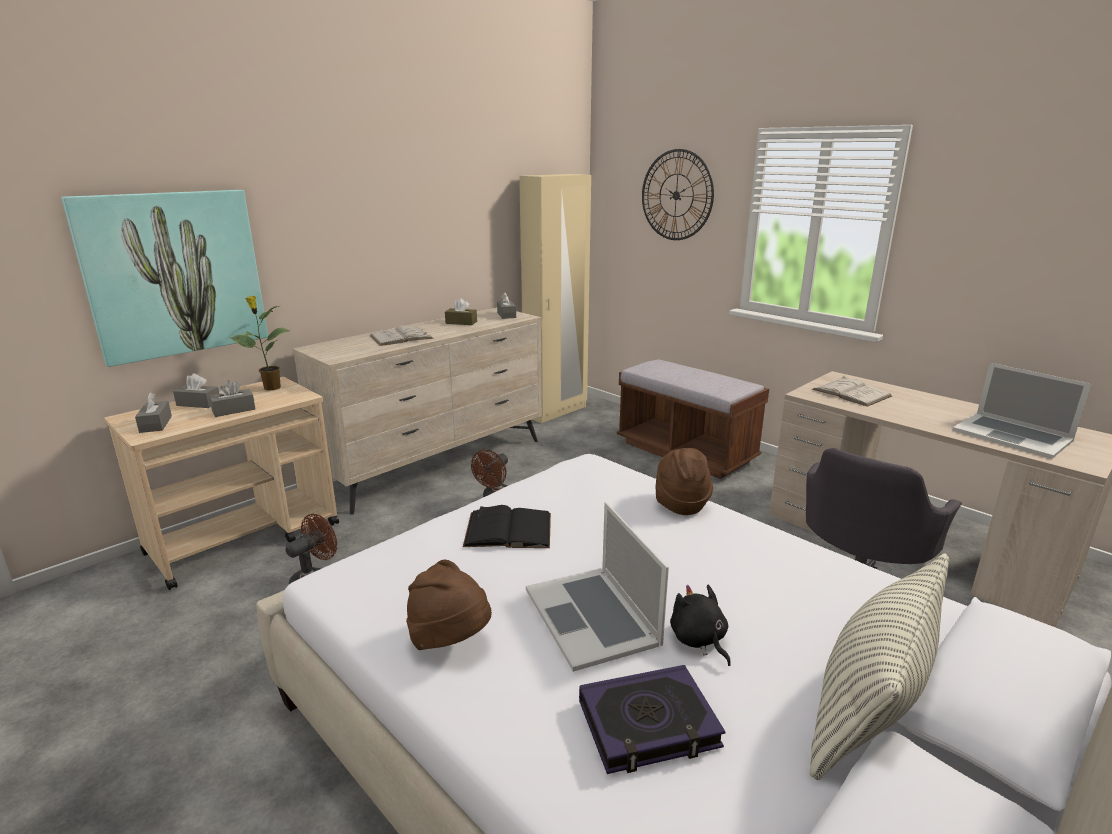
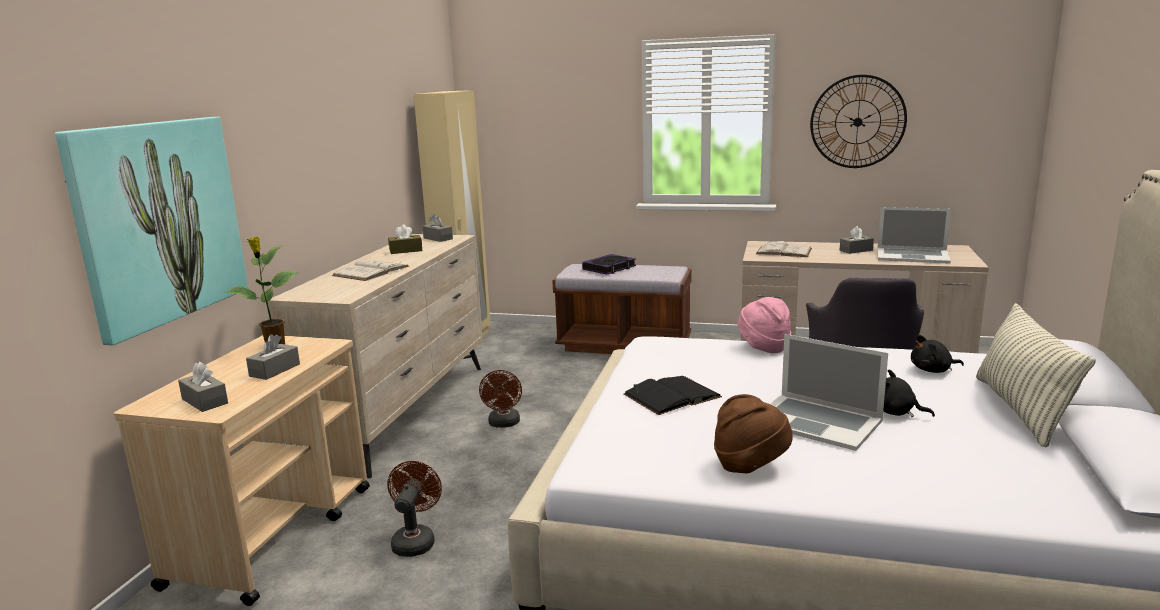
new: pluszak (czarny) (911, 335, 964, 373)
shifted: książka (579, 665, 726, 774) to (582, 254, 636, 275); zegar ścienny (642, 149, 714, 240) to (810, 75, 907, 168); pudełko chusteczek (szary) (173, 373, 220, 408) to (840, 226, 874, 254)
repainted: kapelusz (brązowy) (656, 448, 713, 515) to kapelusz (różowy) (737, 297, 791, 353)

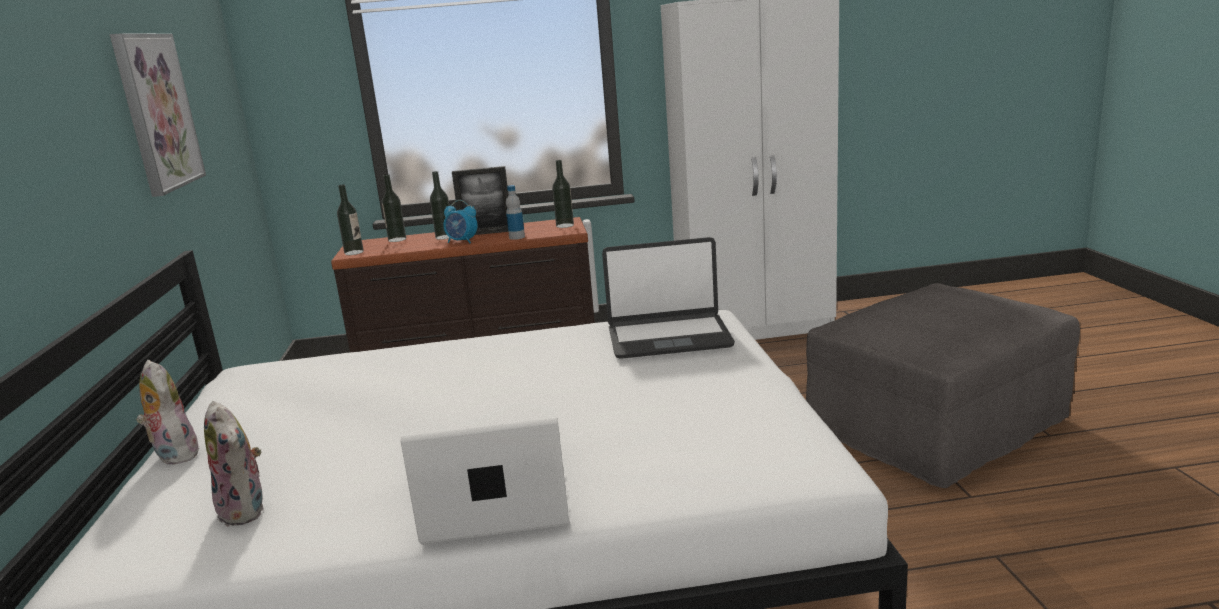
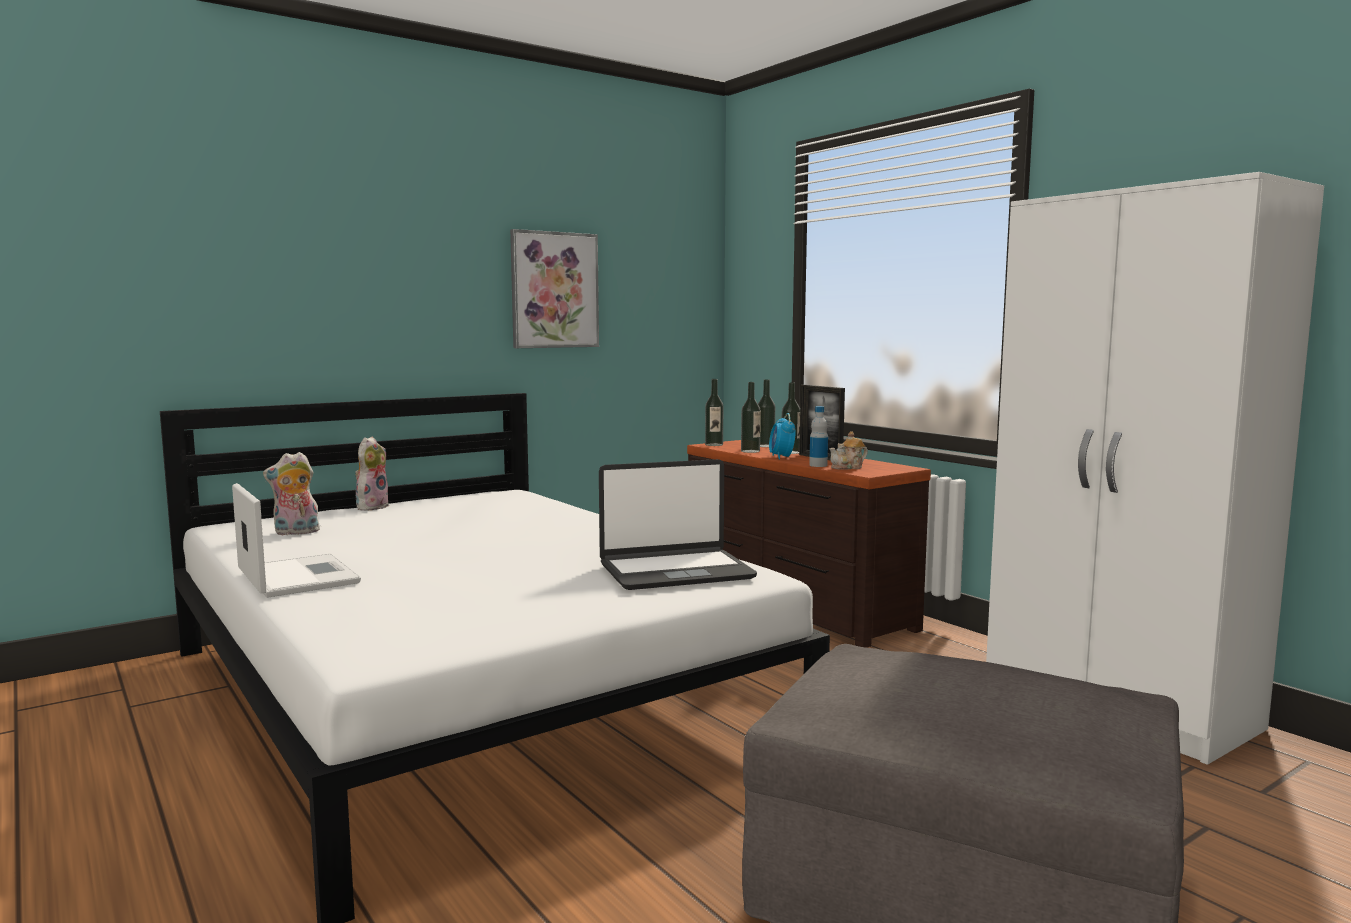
new: imbryk (829, 431, 868, 470)
shifted: butelka (552, 160, 574, 228) to (741, 382, 761, 453)
rotated: pluszak (204, 401, 264, 527) = (263, 452, 320, 535) 45 degrees clockwise; laptop (602, 237, 735, 359) = (599, 459, 757, 590) 75 degrees counterclockwise

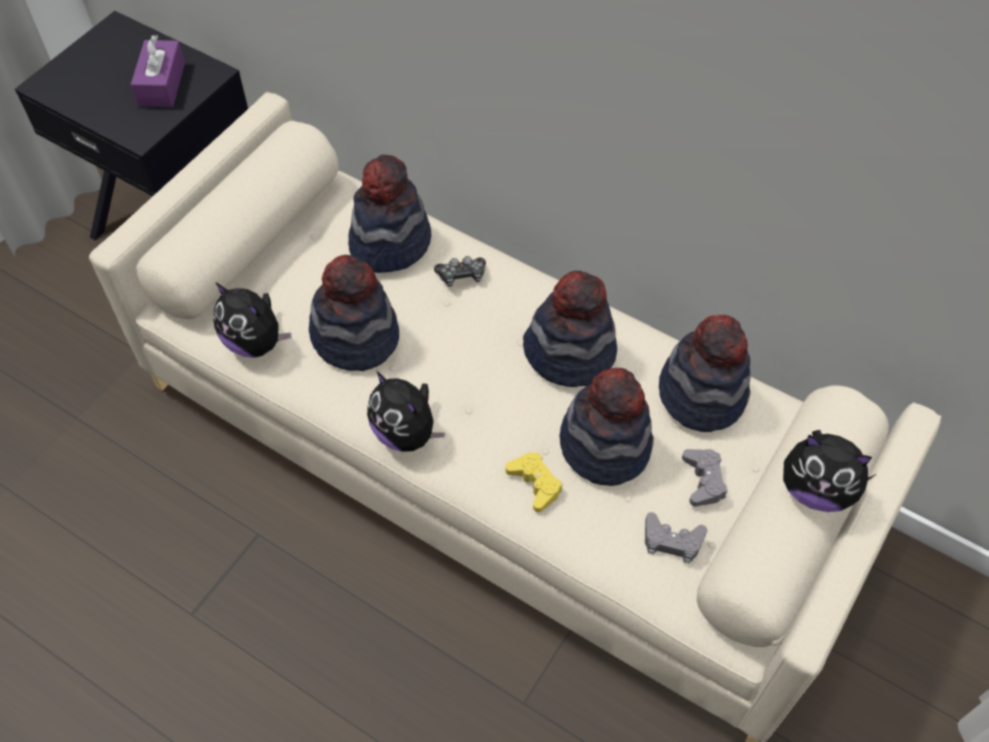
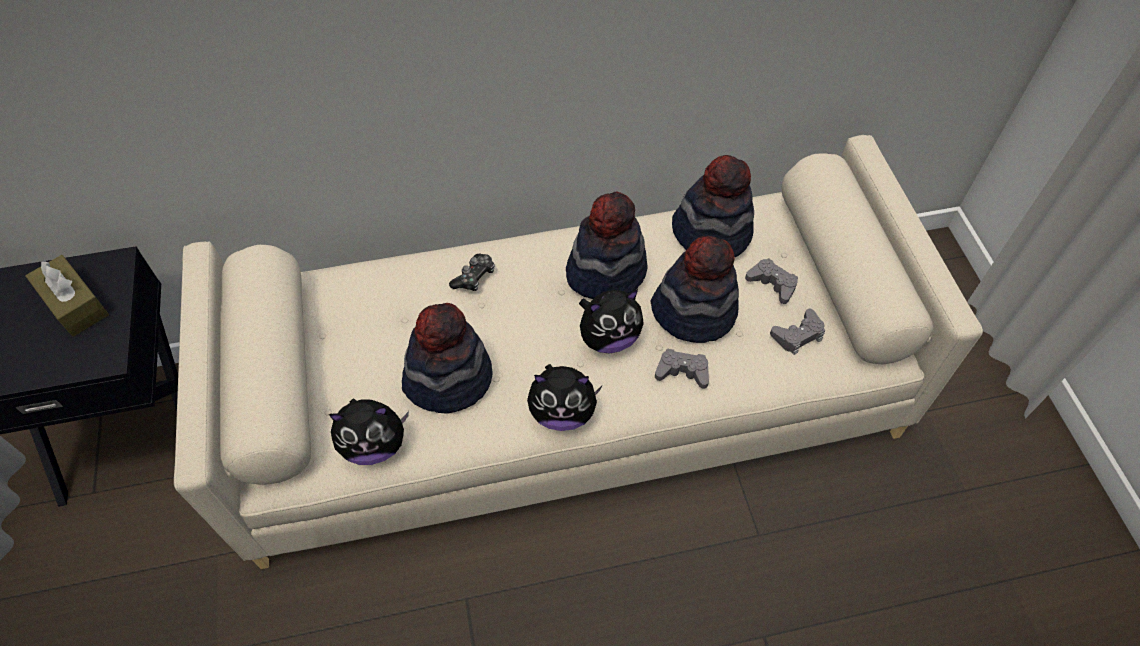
gone: kapelusz (348, 155, 431, 273)
shifted: pluszak (783, 430, 876, 512) to (579, 289, 644, 353)
repainted: pudełko chusteczek (fioletowy) (131, 35, 185, 107) to pudełko chusteczek (brązowy) (26, 255, 109, 337); pad do gier (żółty) (505, 452, 562, 512) to pad do gier (szary) (655, 349, 709, 389)

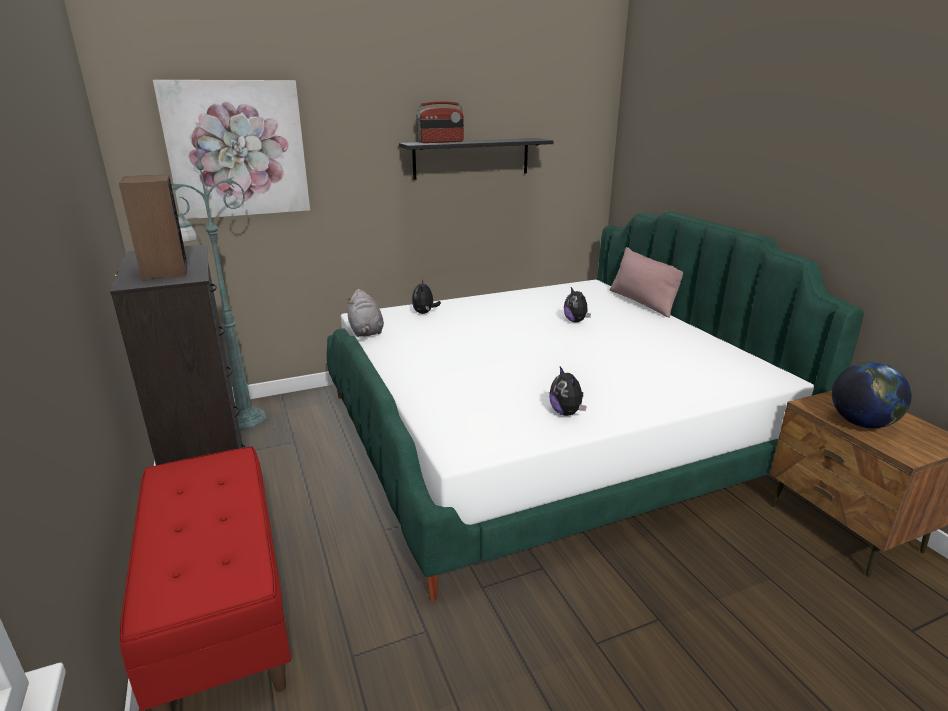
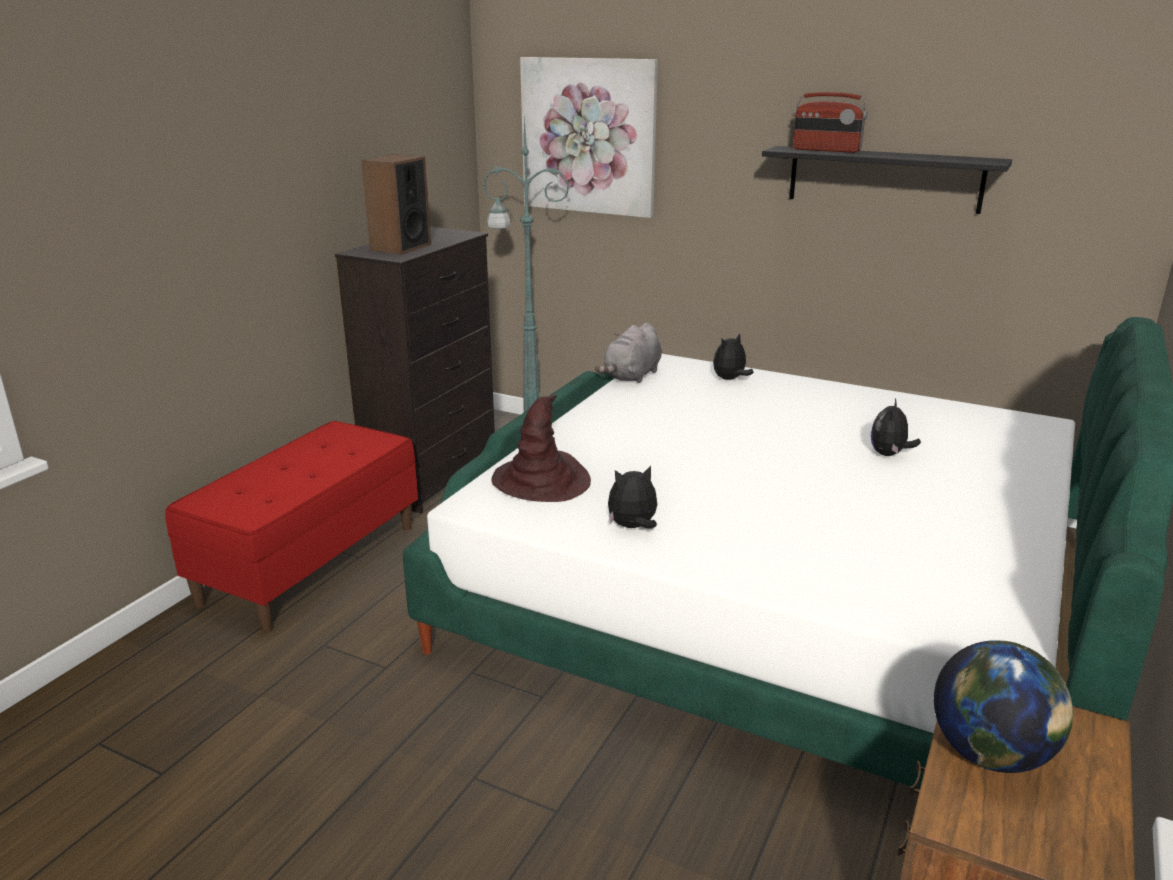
gone: poduszka (różowy) (610, 247, 683, 317)
new: kapelusz (brązowy) (491, 395, 591, 502)
rotated: pluszak (549, 366, 587, 416) = (608, 466, 657, 529) 45 degrees clockwise

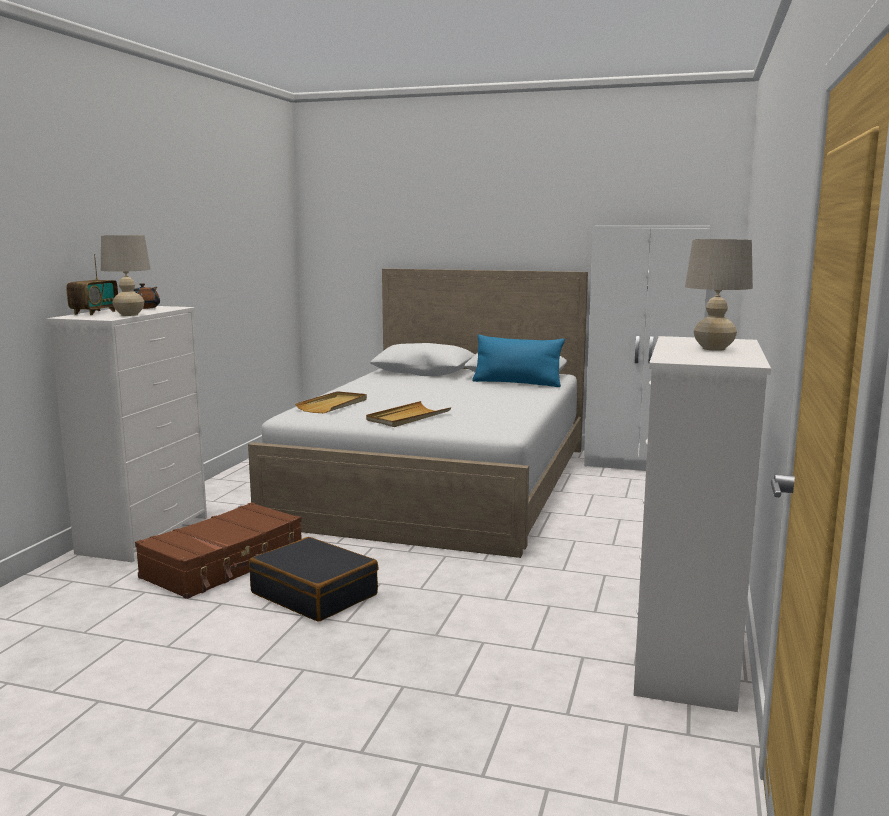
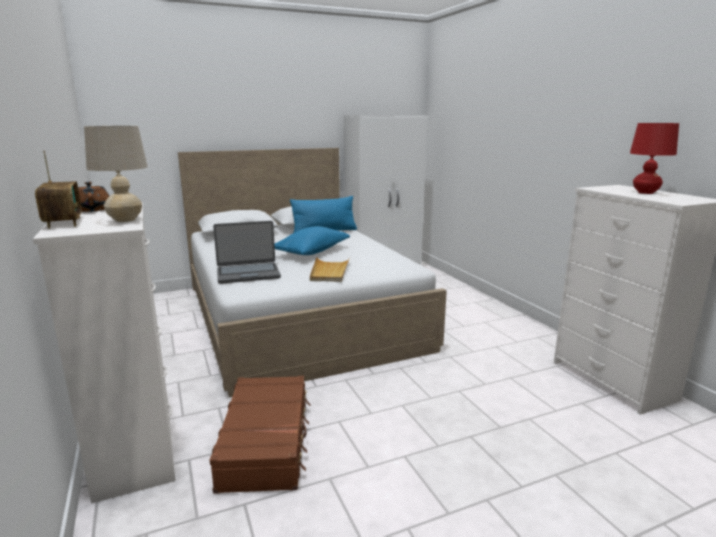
gone: walizka (czarny) (249, 537, 379, 622)
new: poduszka (niebieski) (274, 226, 350, 255)
swapped: taca (beżowy) (295, 391, 367, 413) to laptop (213, 221, 281, 284)
repainted: lampa stołowa (beżowy) (685, 239, 753, 351) to lampa stołowa (czerwony) (630, 123, 679, 194)

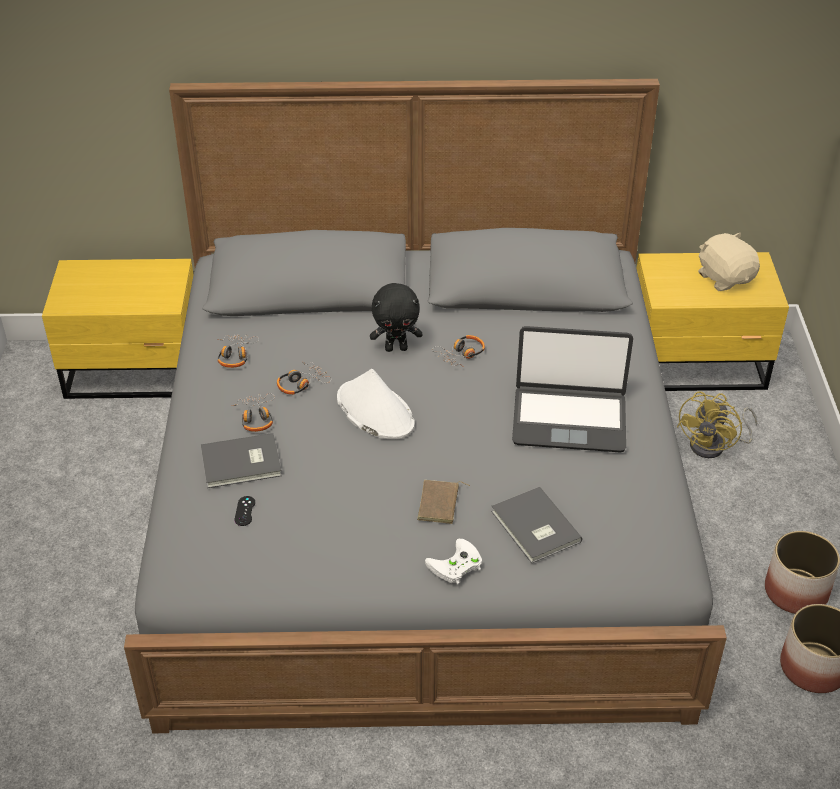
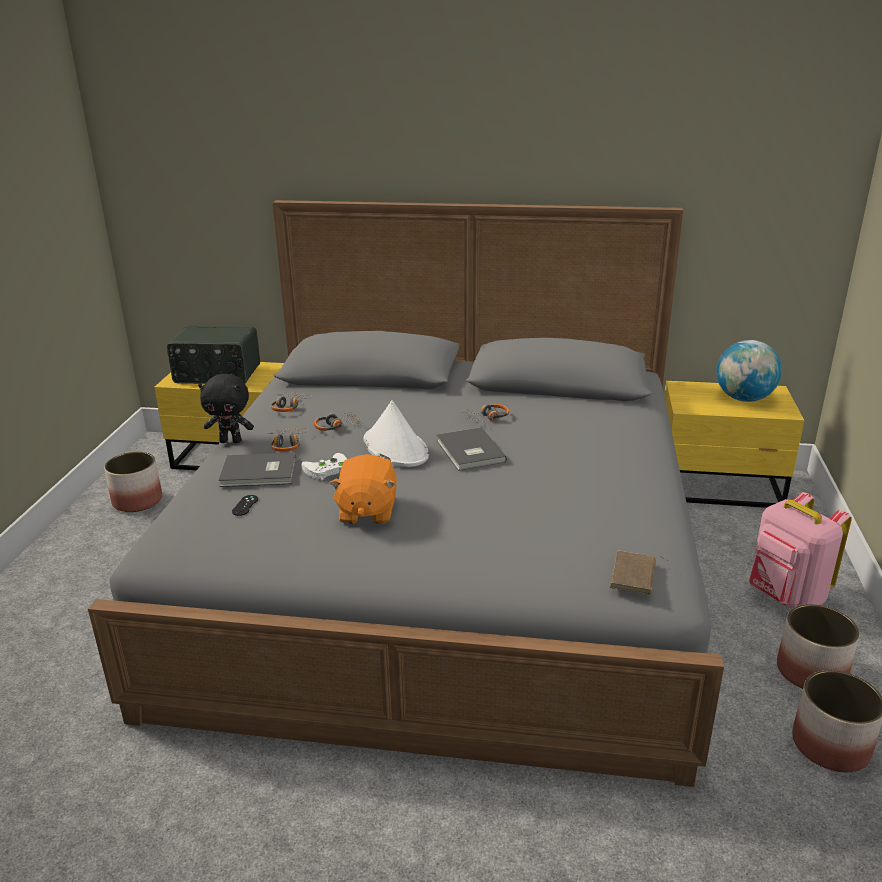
gone: laptop (512, 326, 633, 452); wentylator (żółty) (677, 391, 757, 458)
new: donica (104, 452, 162, 512); radio (167, 325, 260, 384); pluszak (pomarańczowy) (329, 454, 397, 524); plecak (różowy) (749, 492, 852, 609)
shifted: pluszak (czarny) (370, 283, 422, 352) to (198, 374, 254, 443); pad do gier (biały) (425, 539, 482, 584) to (301, 453, 347, 480); książka (szary) (491, 487, 582, 563) to (437, 427, 507, 471); książka (brązowy) (417, 480, 470, 524) to (609, 551, 669, 595)
swapped: pluszak (beżowy) (698, 232, 760, 291) to globus (716, 340, 782, 402)

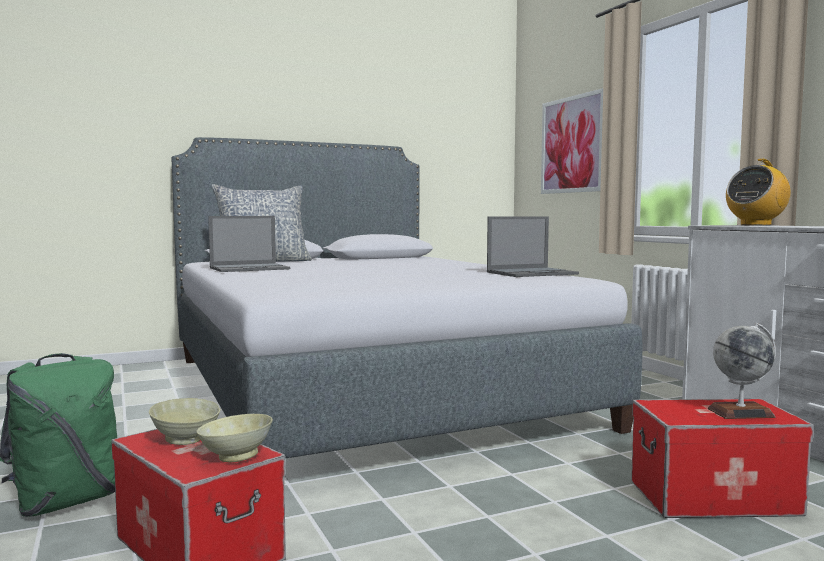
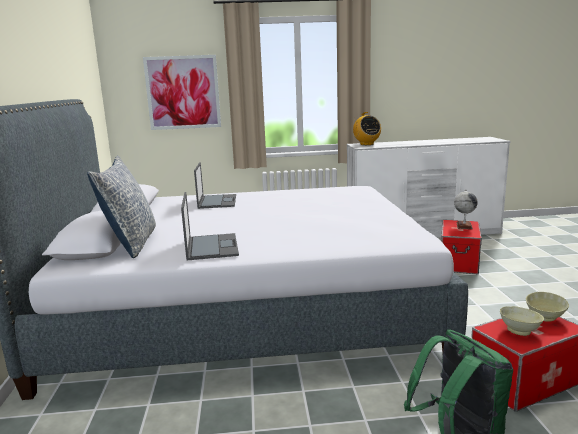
shifted: laptop (487, 216, 579, 277) to (194, 162, 236, 209)

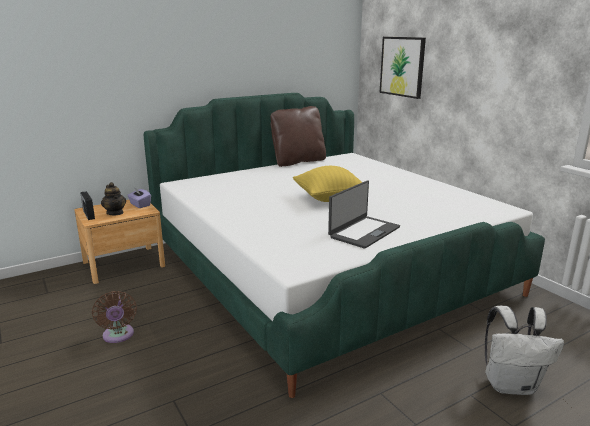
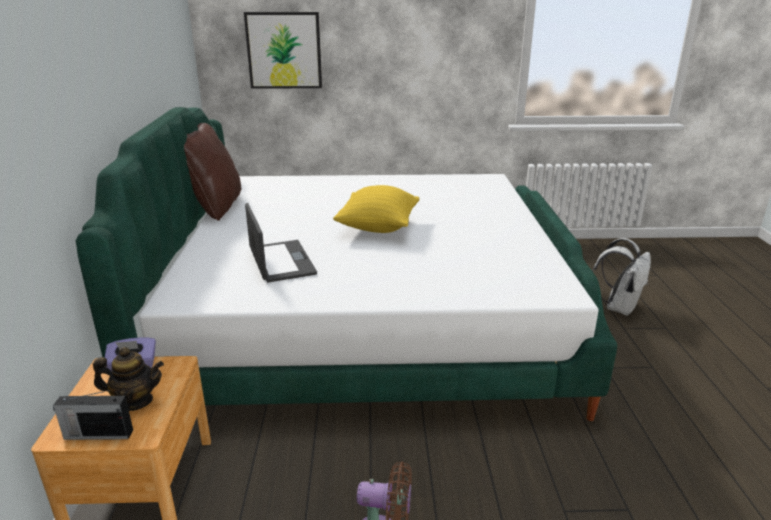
shifted: laptop (328, 181, 400, 249) to (245, 203, 317, 283)

